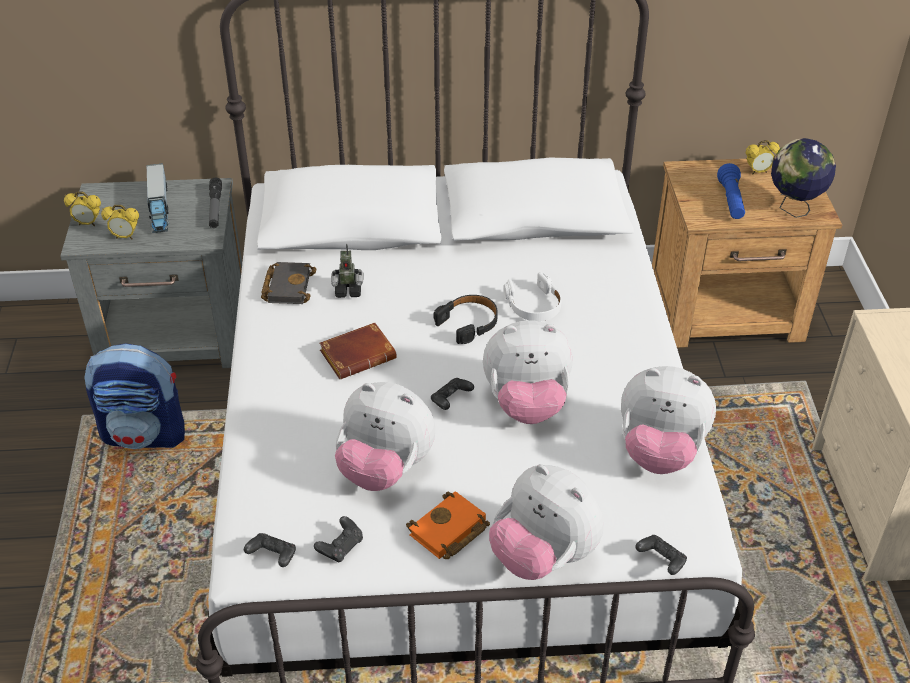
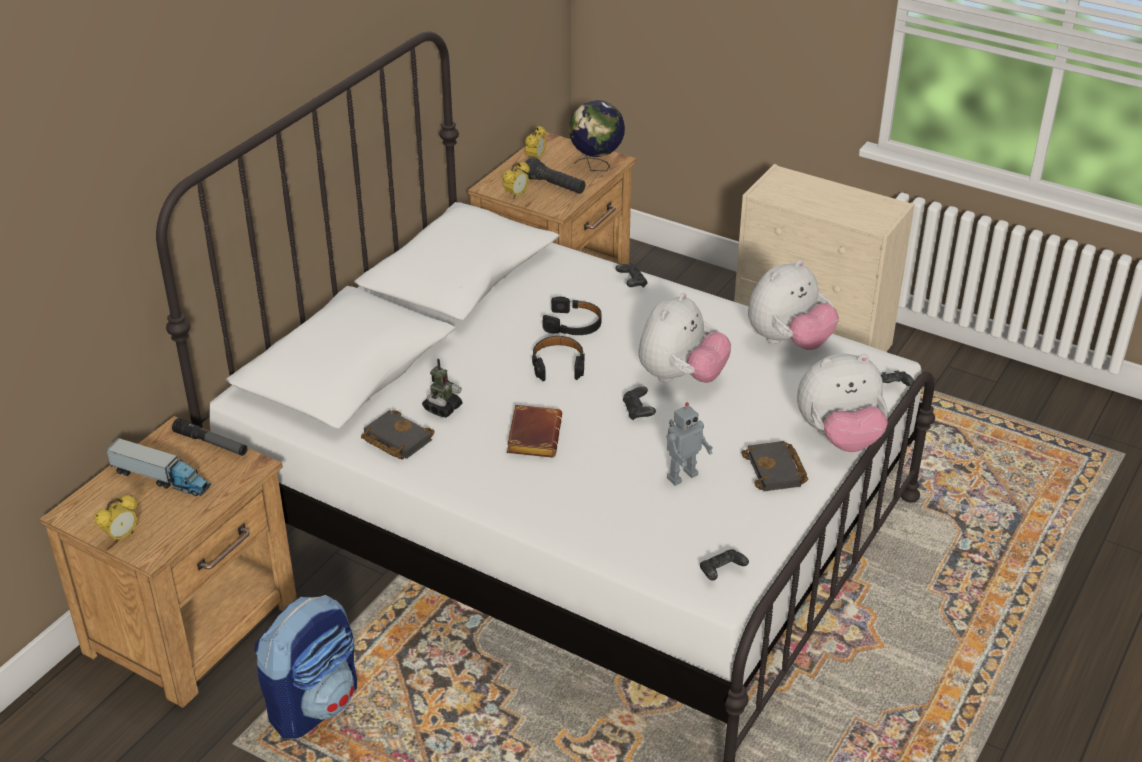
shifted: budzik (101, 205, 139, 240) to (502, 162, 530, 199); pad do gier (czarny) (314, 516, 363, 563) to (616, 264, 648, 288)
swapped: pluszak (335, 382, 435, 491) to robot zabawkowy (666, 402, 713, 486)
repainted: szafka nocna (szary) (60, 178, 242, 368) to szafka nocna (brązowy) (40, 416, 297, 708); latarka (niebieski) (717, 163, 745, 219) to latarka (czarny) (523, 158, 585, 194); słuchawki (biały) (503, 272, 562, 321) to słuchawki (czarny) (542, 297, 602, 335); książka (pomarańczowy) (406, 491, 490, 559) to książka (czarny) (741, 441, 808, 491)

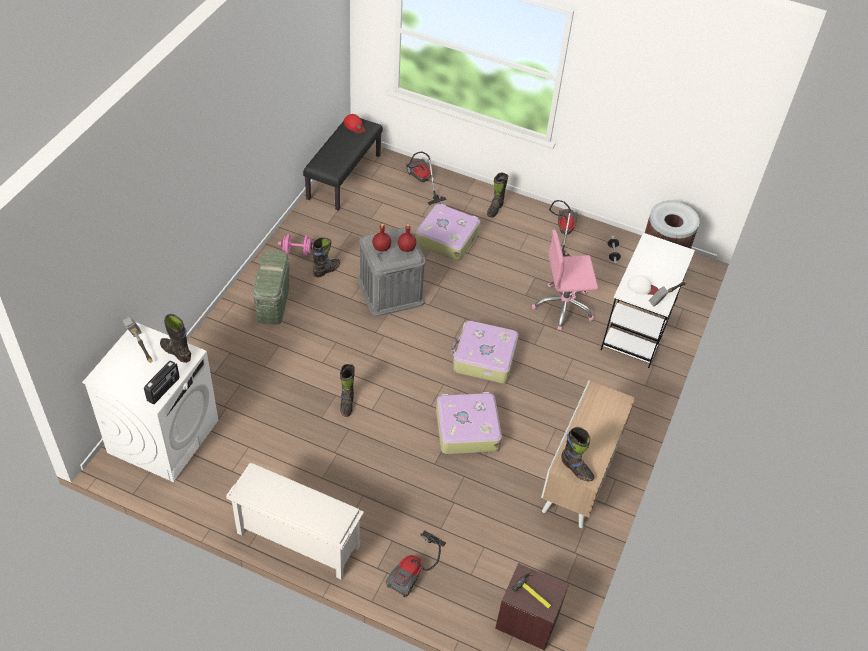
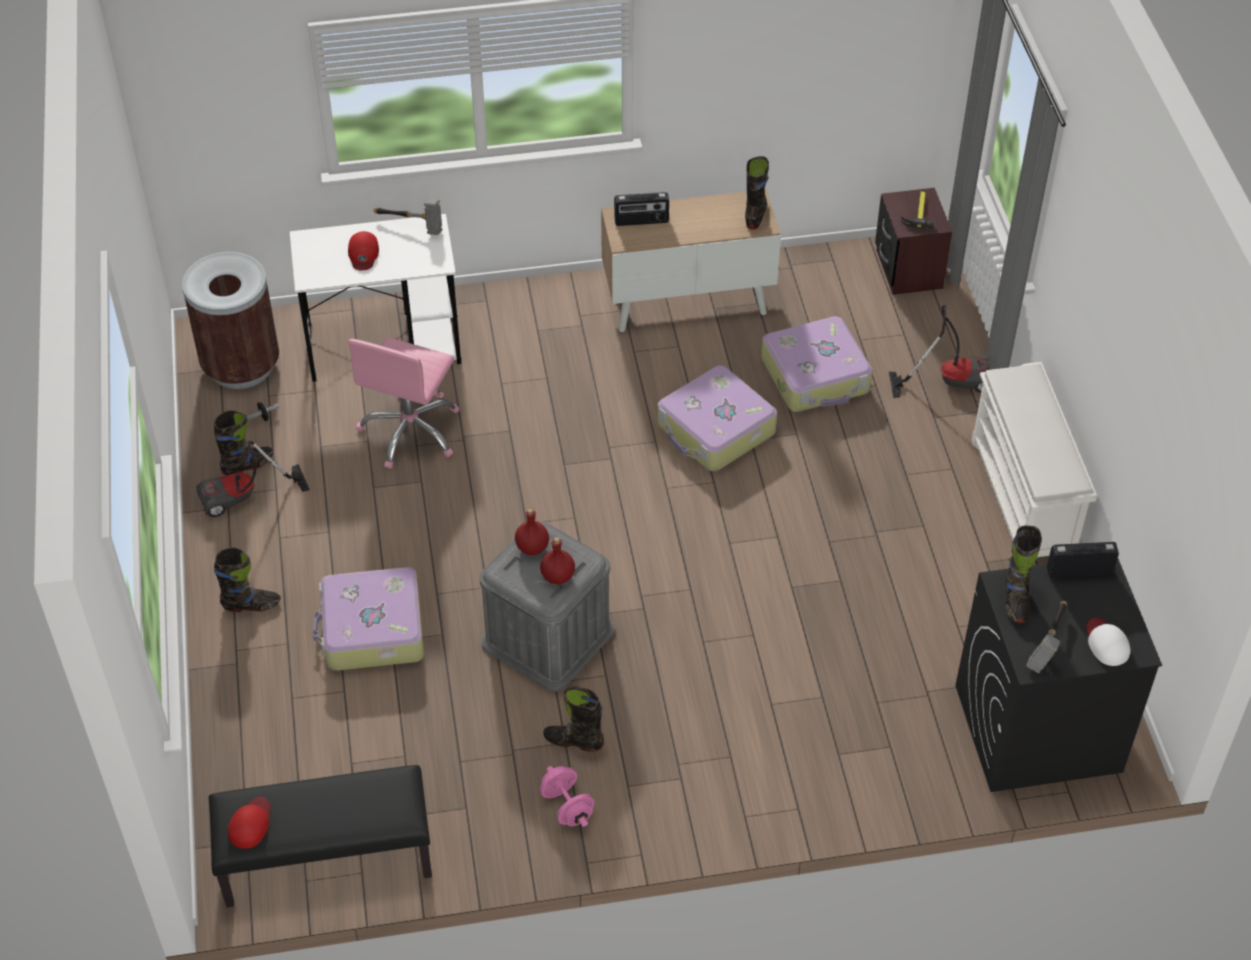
gone: pojemnik do przechowywania (zielony) (253, 251, 290, 325); odkurzacz (406, 152, 447, 205)
new: czapka z daszkiem (czerwony) (348, 231, 379, 270); radio (614, 192, 669, 226)
shifted: but z cholewką (czarny) (340, 364, 355, 417) to (214, 410, 273, 476); walizka (451, 320, 519, 383) to (761, 316, 873, 412); czapka z daszkiem (biały) (627, 275, 658, 295) to (1086, 618, 1131, 666)
repainted: pralka (biały) (82, 322, 218, 482) to pralka (czarny) (956, 558, 1162, 792)
rotated: krzesło biurowe (różowy) (532, 230, 598, 331) = (348, 337, 460, 469) 60 degrees clockwise

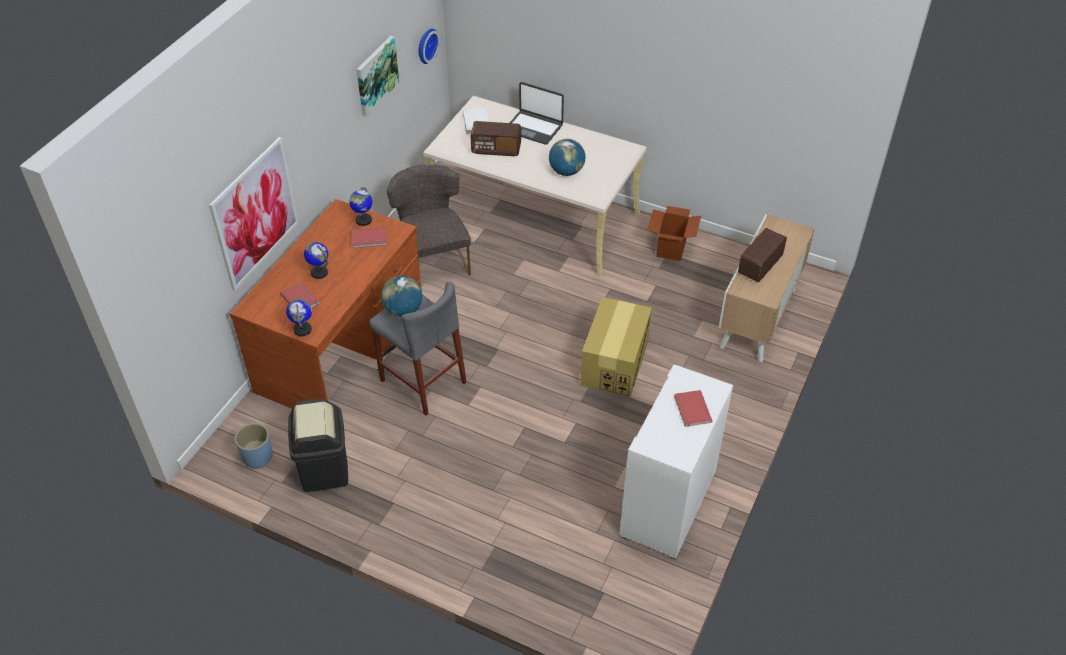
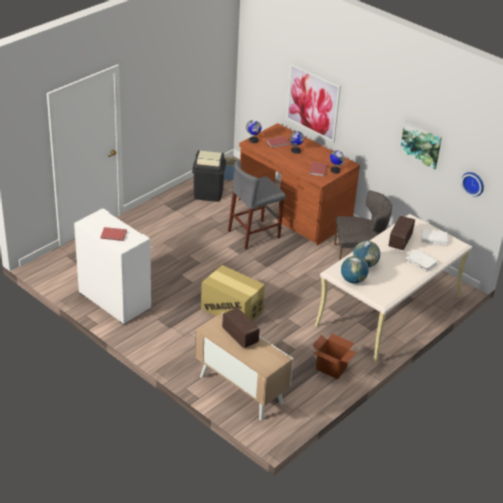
shifted: globus (381, 276, 422, 317) to (341, 256, 369, 284)
swapped: laptop (510, 82, 564, 145) to książka (biały) (405, 250, 438, 272)

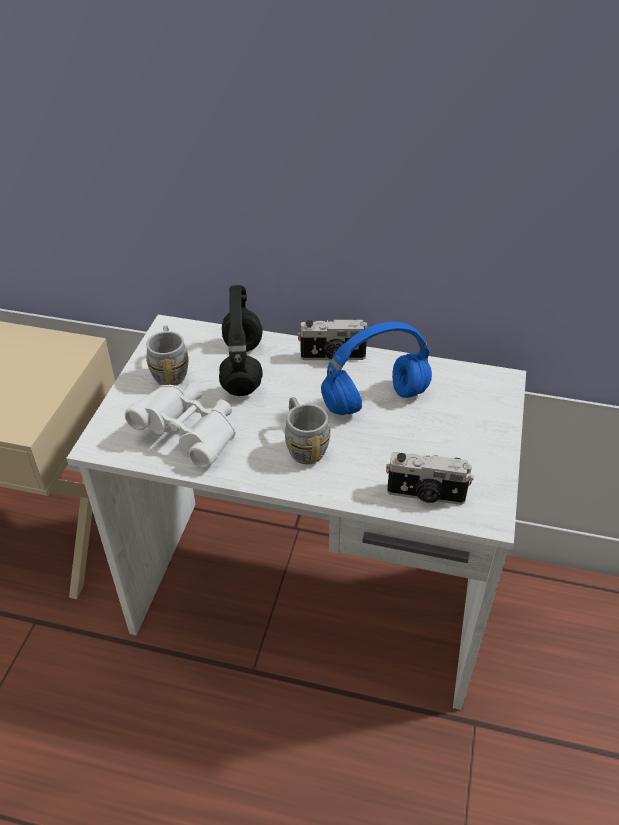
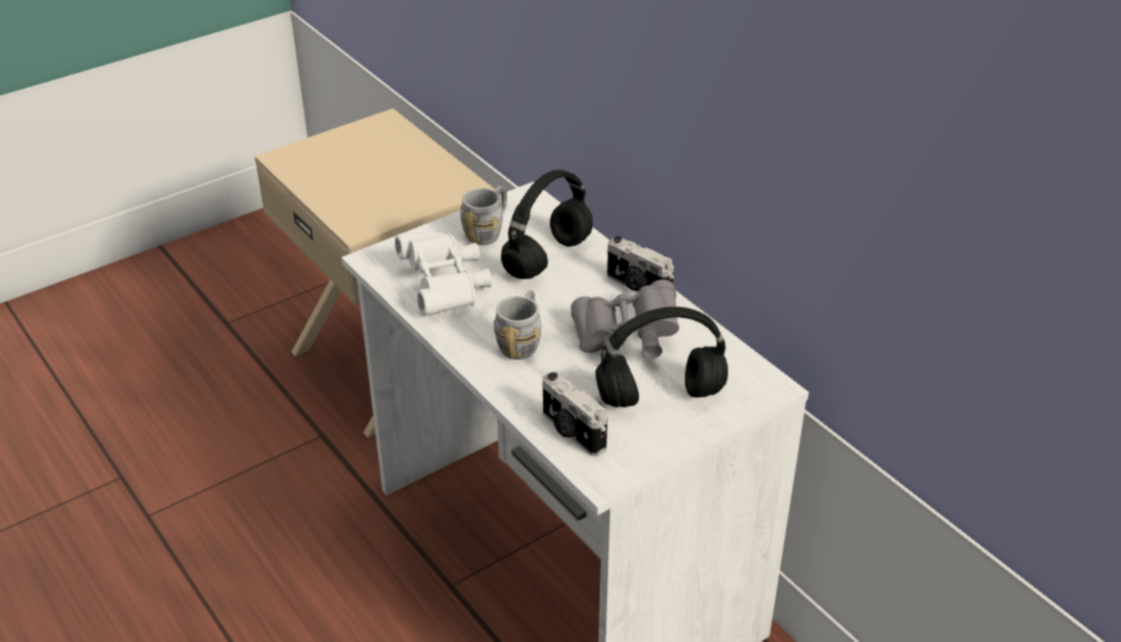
new: słuchawki (czarny) (595, 307, 728, 407)
swapped: słuchawki (niebieski) (321, 322, 432, 415) to lornetka (szary) (571, 279, 679, 359)

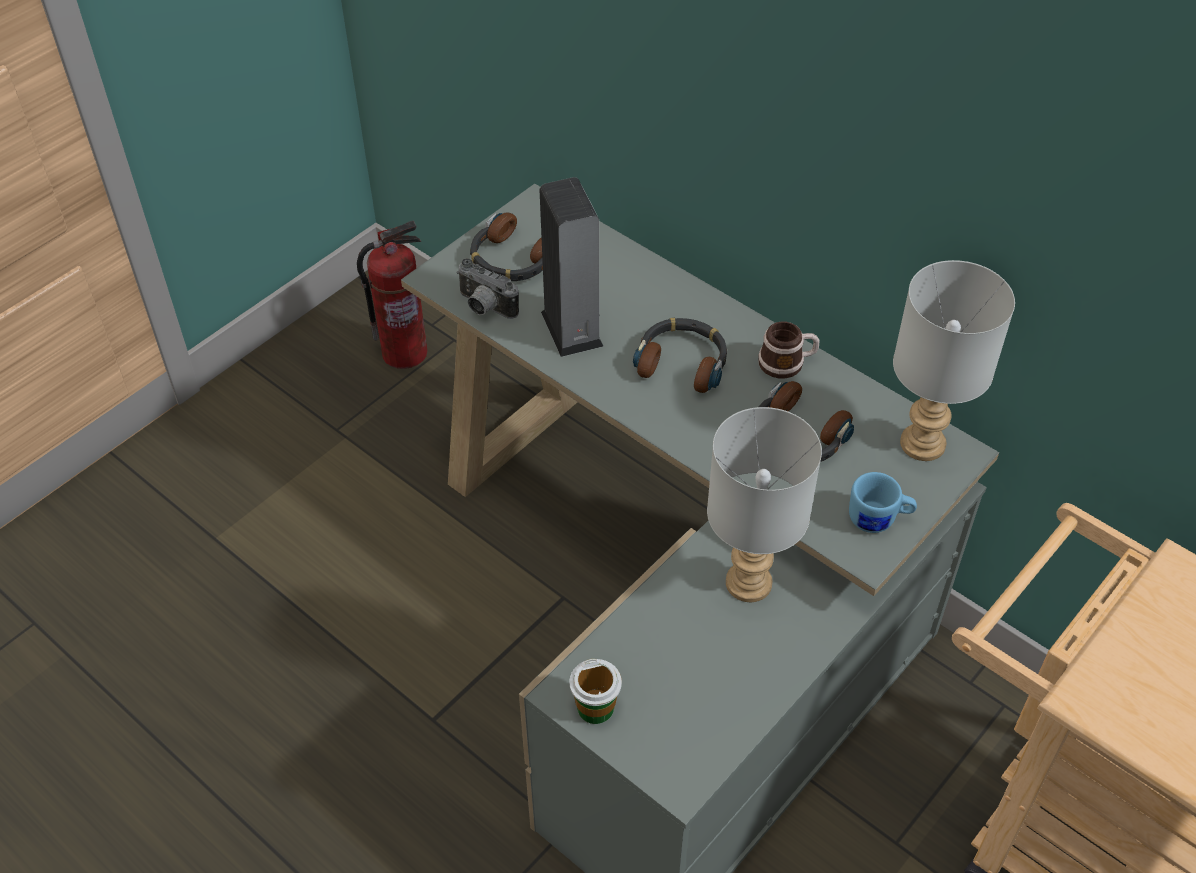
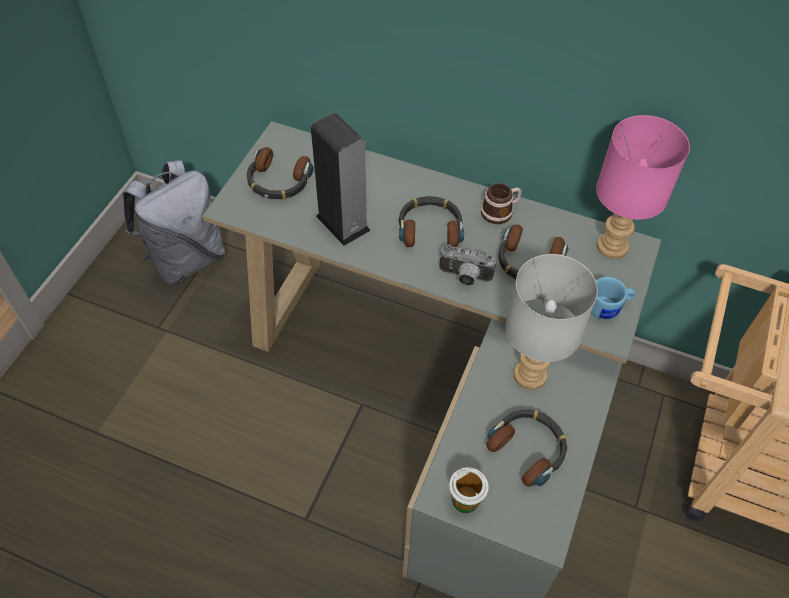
new: słuchawki (486, 409, 567, 487)
shifted: aparat fotograficzny (457, 258, 519, 319) to (439, 244, 496, 286)
swapped: gaśnica (357, 221, 428, 369) to plecak (szary) (123, 160, 225, 284)
repainted: lampa stołowa (szary) (893, 260, 1015, 461) to lampa stołowa (różowy) (596, 115, 690, 259)

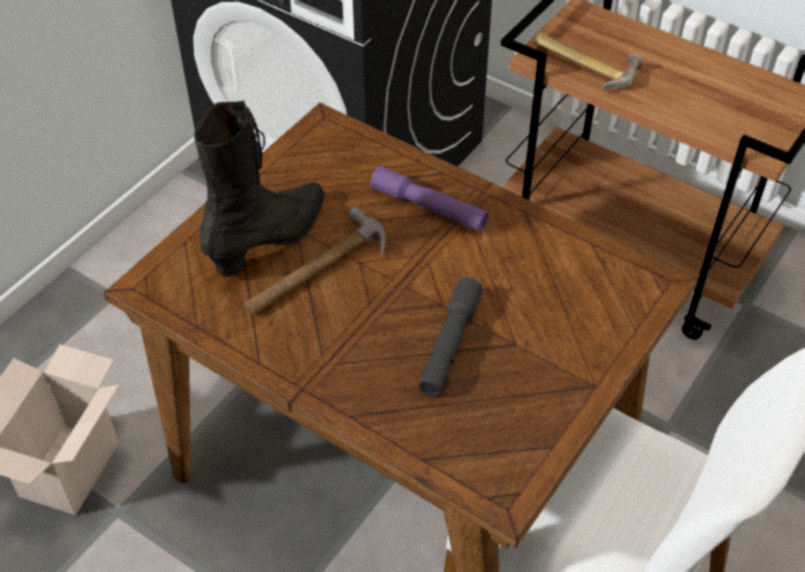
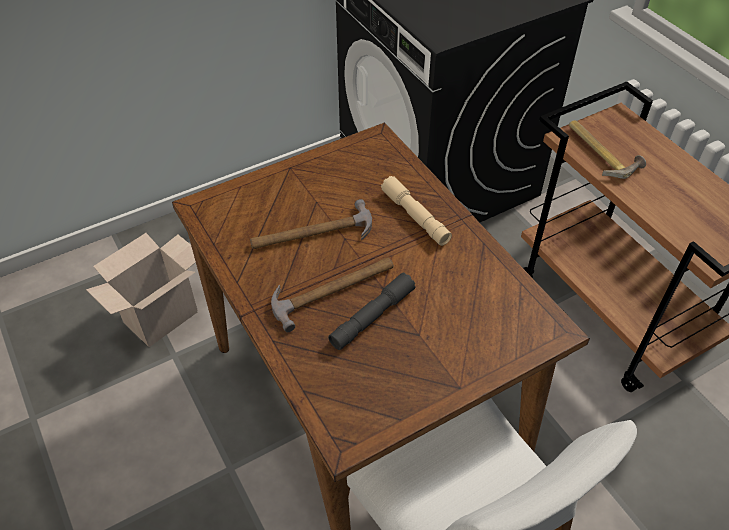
gone: but z cholewką (czarny) (194, 100, 324, 277)
new: młotek (271, 257, 394, 332)
repainted: latarka (fioletowy) (370, 166, 489, 231) to latarka (beżowy) (381, 176, 452, 246)

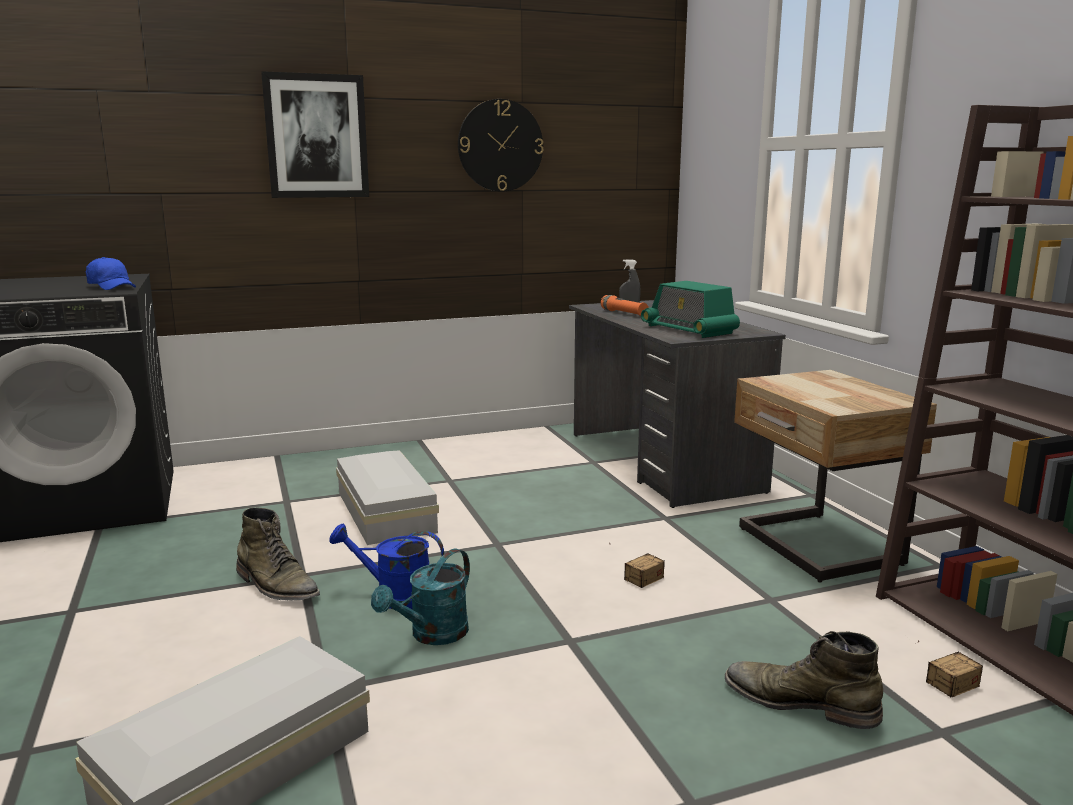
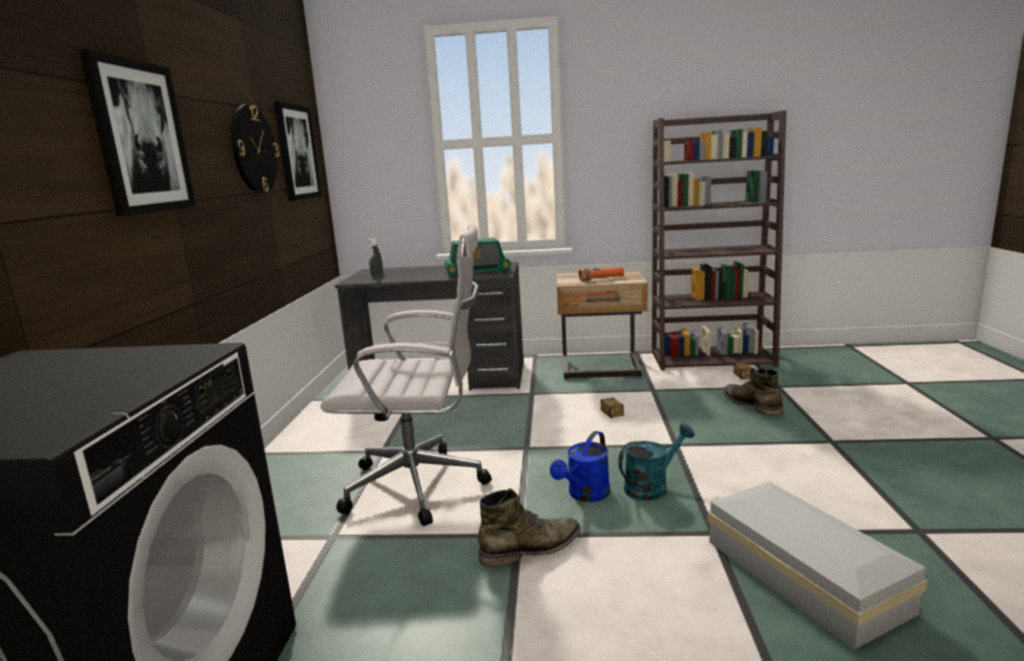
gone: czapka z daszkiem (niebieski) (86, 257, 136, 290)
new: obraz (274, 101, 322, 201)
shifted: latarka (pomarańczowy) (601, 295, 649, 316) to (579, 266, 624, 281)
swapped: pojemnik do przechowywania (biały) (336, 450, 439, 545) to krzesło biurowe (biały) (321, 223, 491, 526)
rotated: konewka (turkusowy) (371, 549, 470, 645) = (618, 423, 695, 501) 90 degrees counterclockwise; but z cholewką (zielony) (725, 631, 883, 729) = (723, 368, 784, 416) 105 degrees clockwise

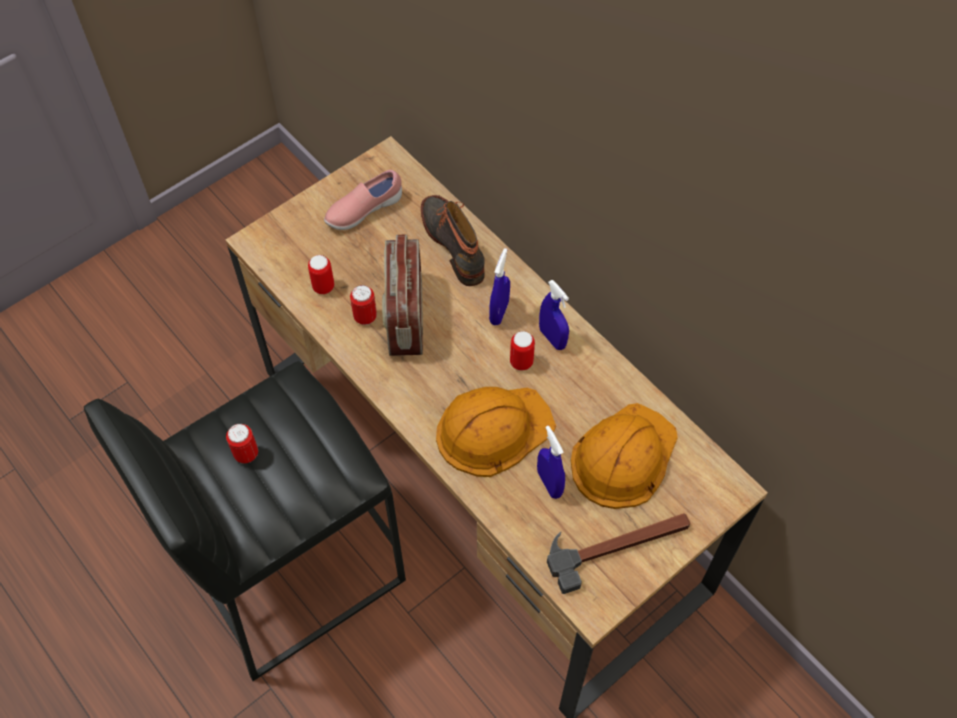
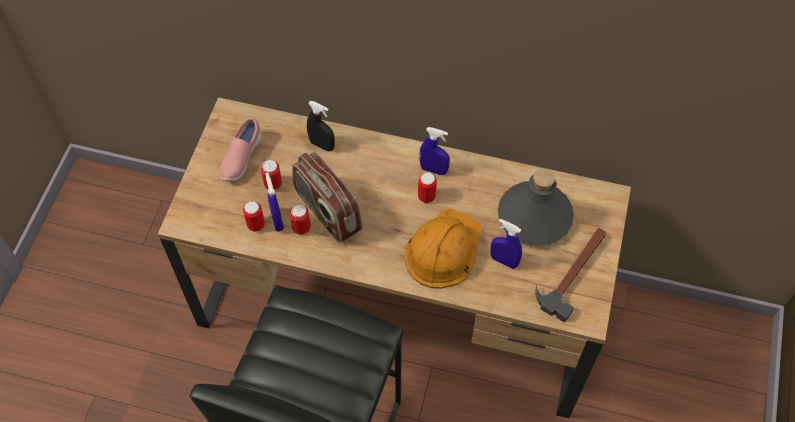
shifted: puszka (226, 424, 258, 463) to (261, 160, 282, 190); spryskiwacz (niebieski) (489, 248, 510, 325) to (265, 172, 284, 232)
swapped: but z cholewką (421, 195, 485, 286) to spryskiwacz (czarny) (307, 101, 335, 151); kask (pomarańczowy) (571, 403, 678, 509) to butelka (szary) (498, 169, 574, 246)

